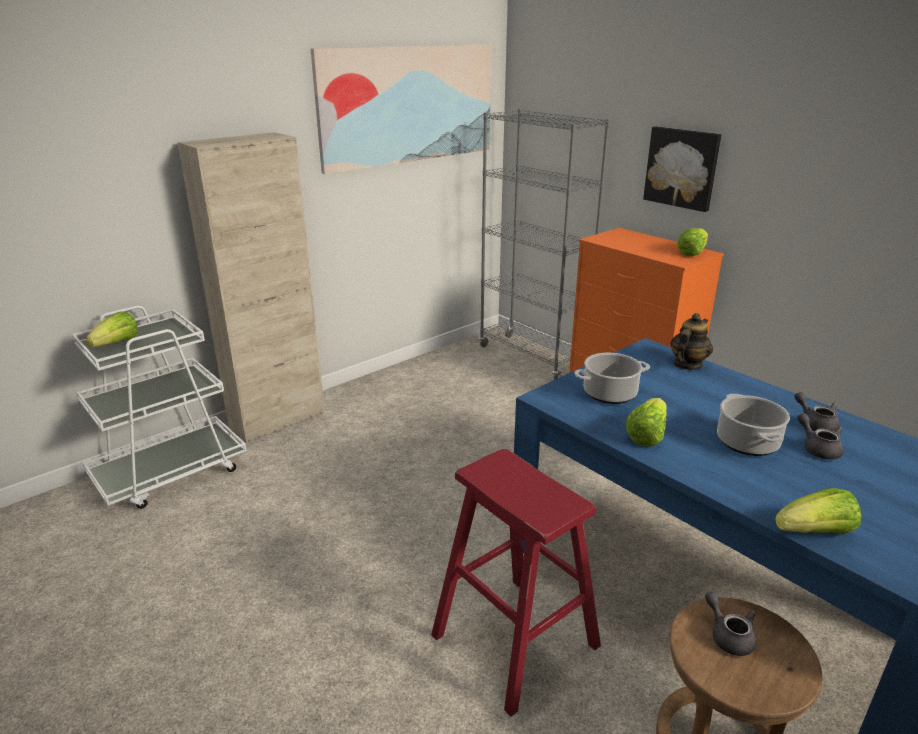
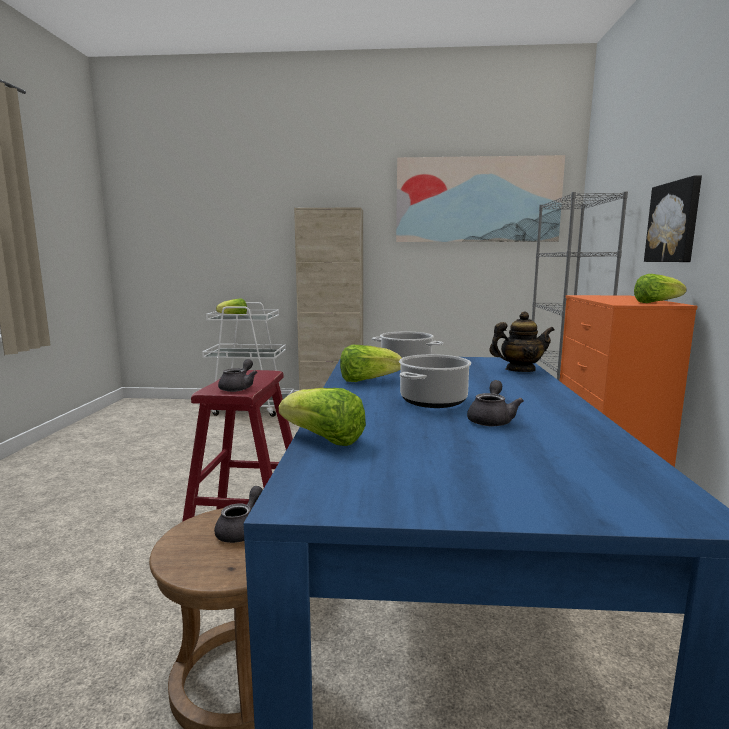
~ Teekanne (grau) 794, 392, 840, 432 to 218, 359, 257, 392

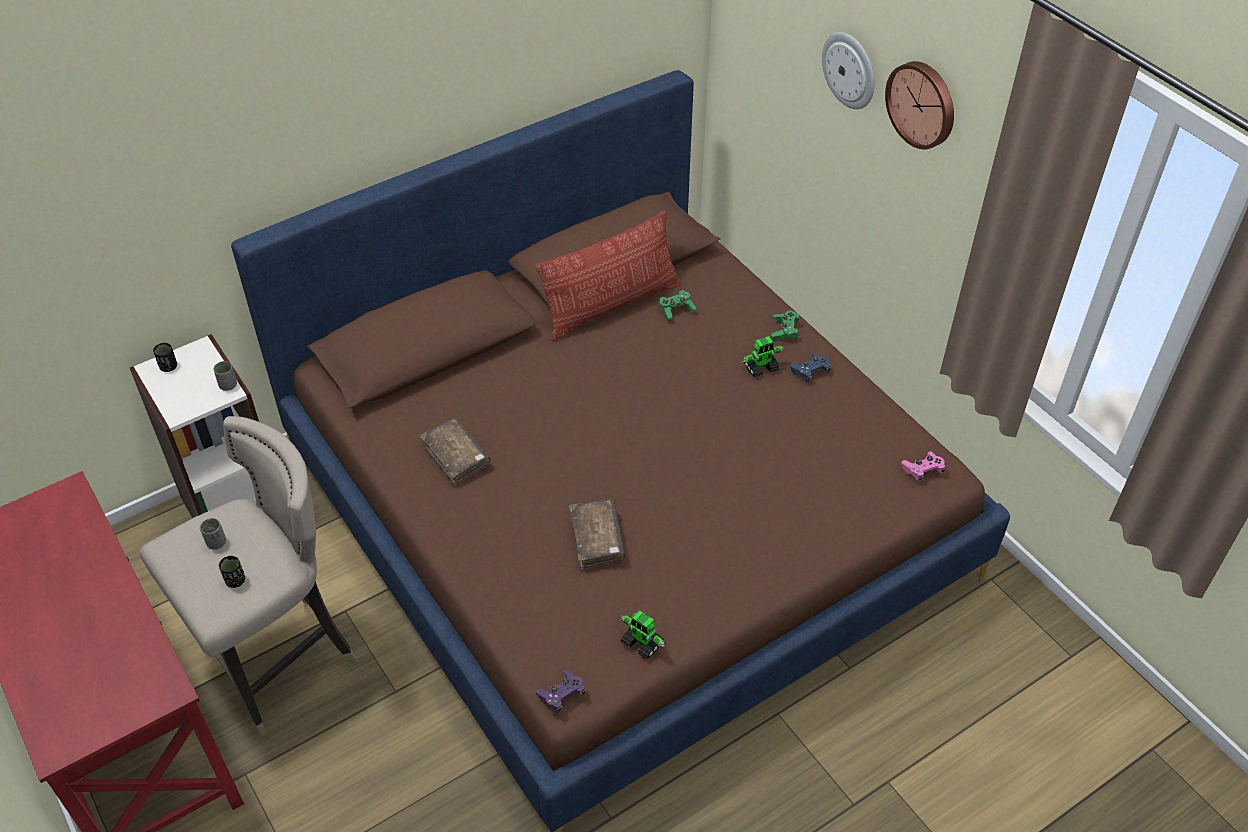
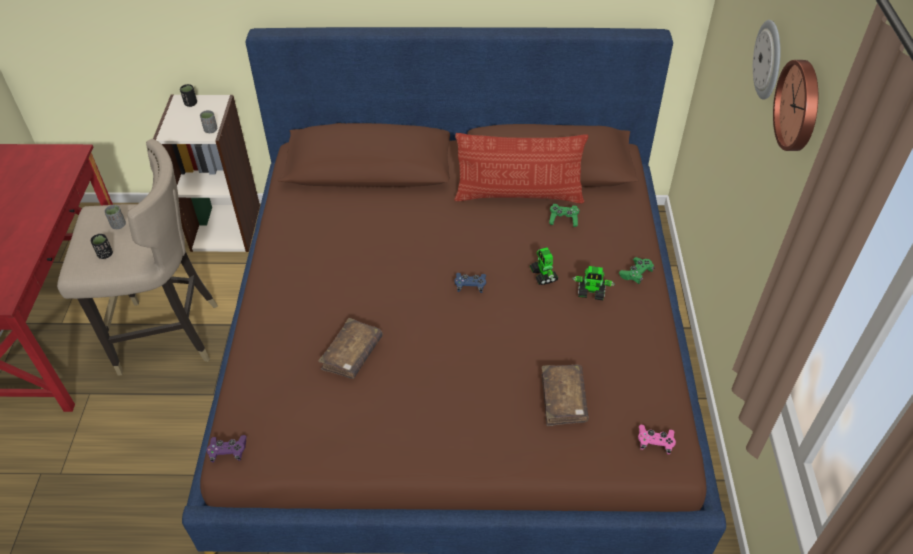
~ Gamepad (blau) 789, 354, 831, 382 to 454, 273, 486, 293
~ Buch (braun) 420, 418, 491, 487 to 541, 365, 589, 426
~ Spielzeugroboter 621, 610, 665, 659 to 530, 247, 559, 285

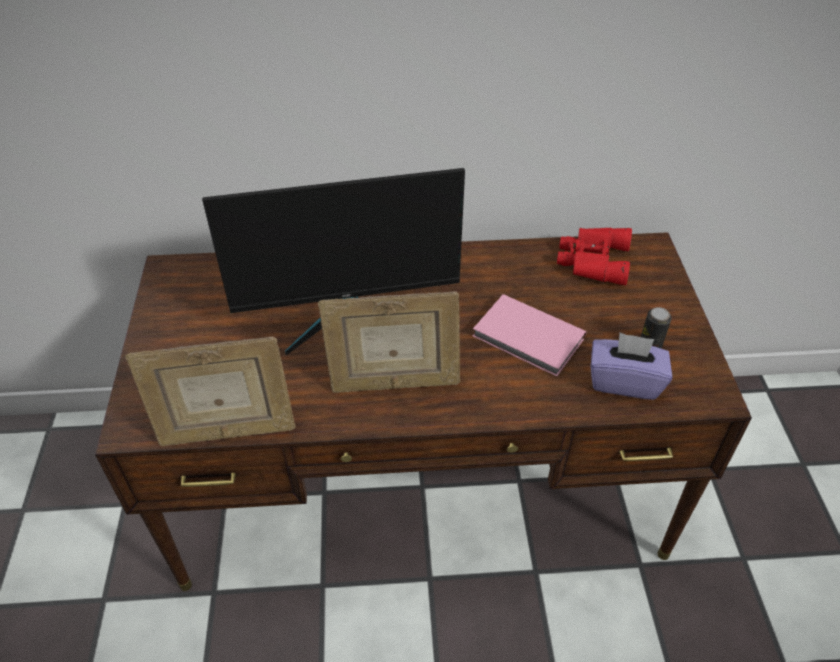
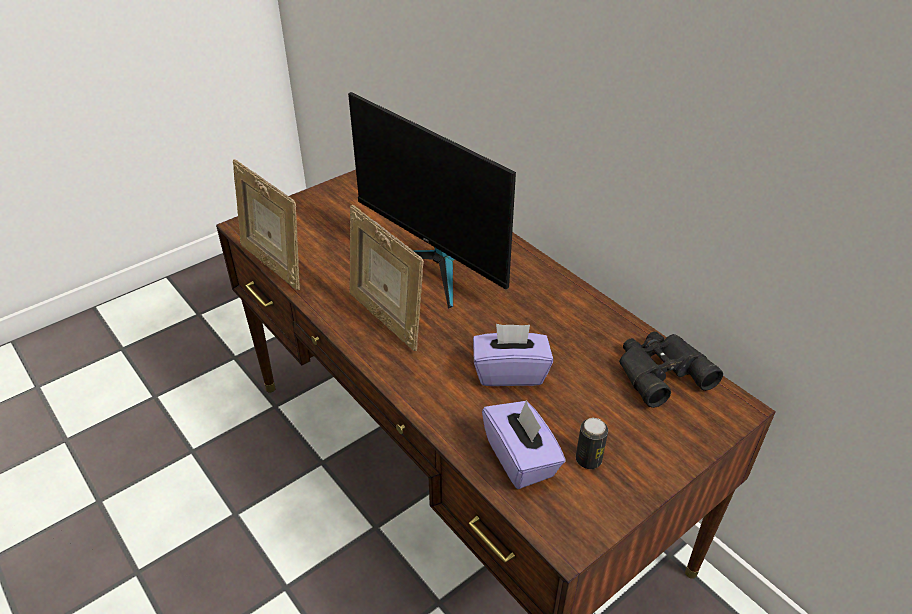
~ Fernglas (rot) 557, 228, 632, 285 to Fernglas (schwarz) 619, 332, 723, 408
~ Buch (rosa) 473, 294, 587, 377 to Taschentuchbox (lila) 473, 324, 553, 386

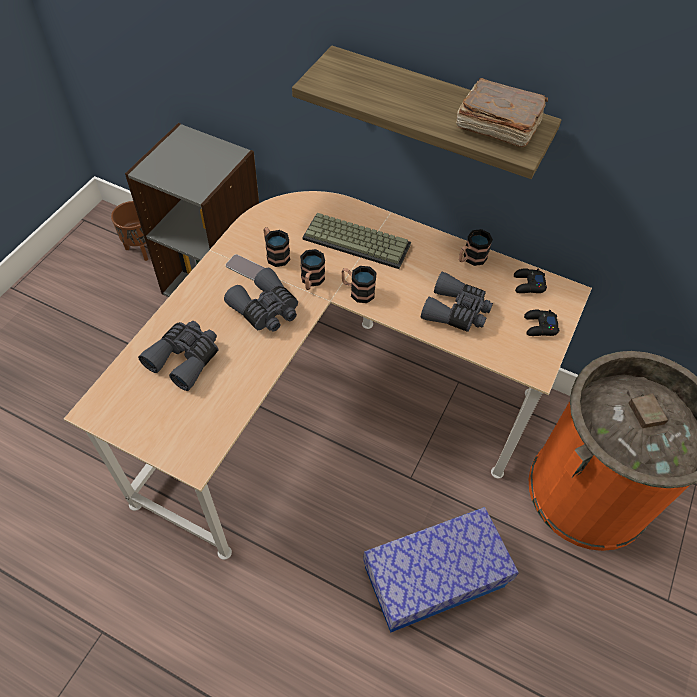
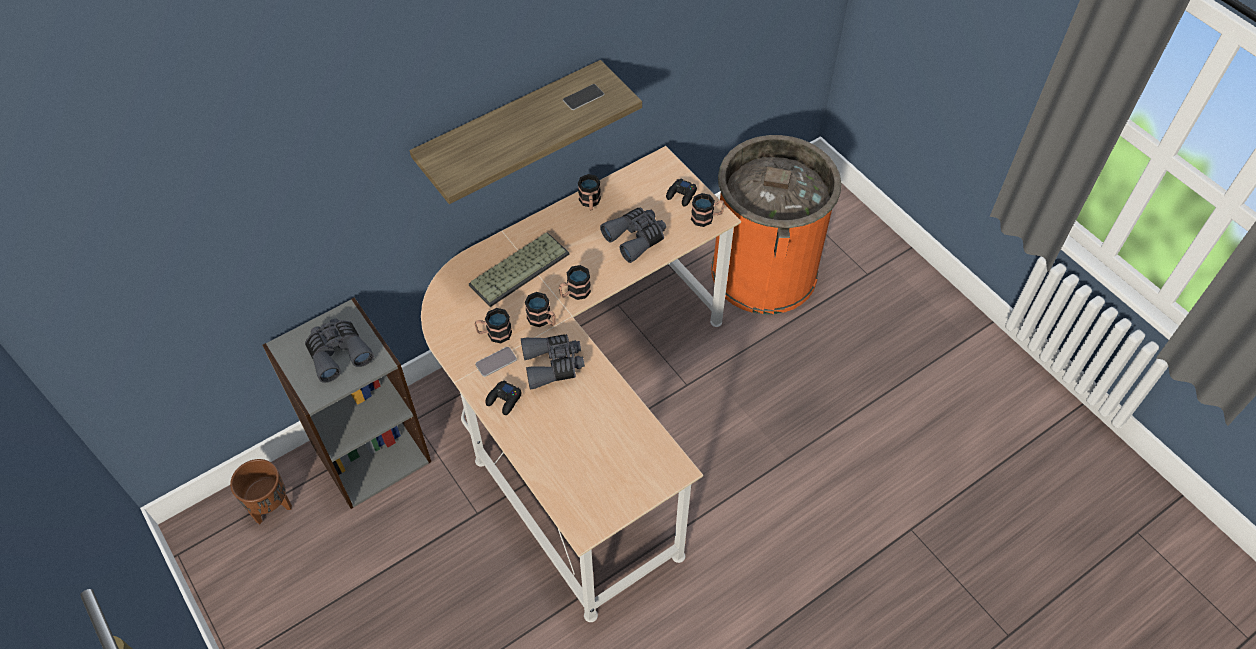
~ Buch (braun) 456, 78, 548, 147 to Handy 563, 84, 604, 110
~ Gamepad (schwarz) 514, 268, 547, 293 to 485, 380, 521, 415
~ Fernglas (grau) 138, 321, 219, 391 to 305, 318, 374, 383
- Aufbewahrungsbox 363, 507, 519, 633
+ Henkelbecher 691, 193, 725, 227

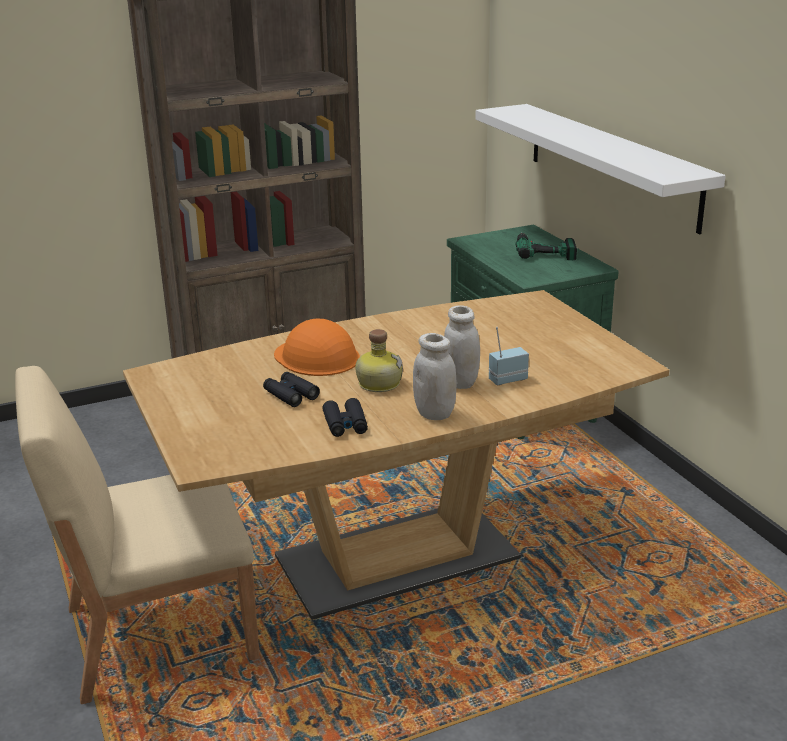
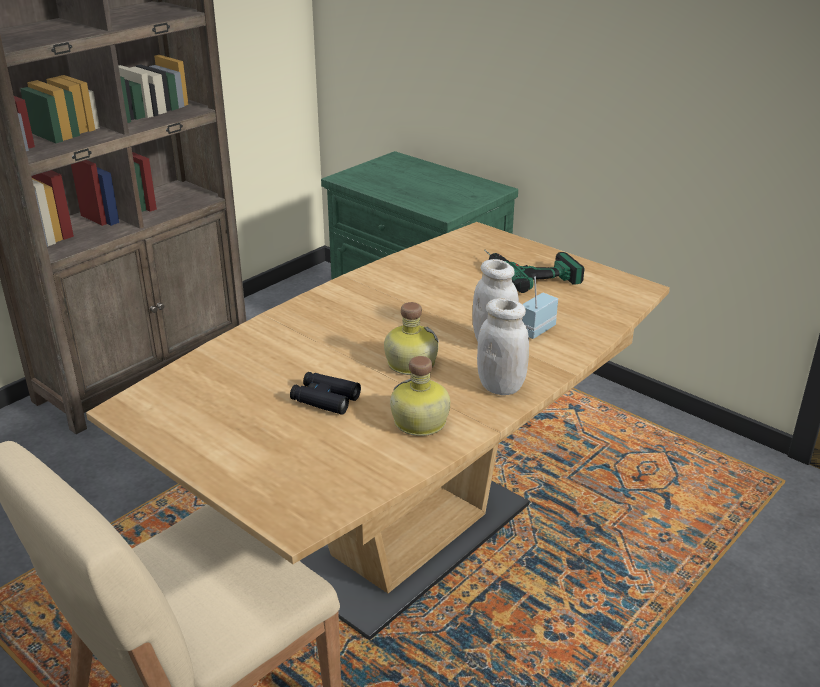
- Wandregal (weiß) 476, 104, 726, 234
~ Bohrmaschine 516, 232, 577, 260 to 484, 249, 585, 293
- Schutzhelm (orange) 274, 319, 360, 376
~ Fernglas (schwarz) 322, 398, 368, 437 to Flasche 390, 356, 450, 436

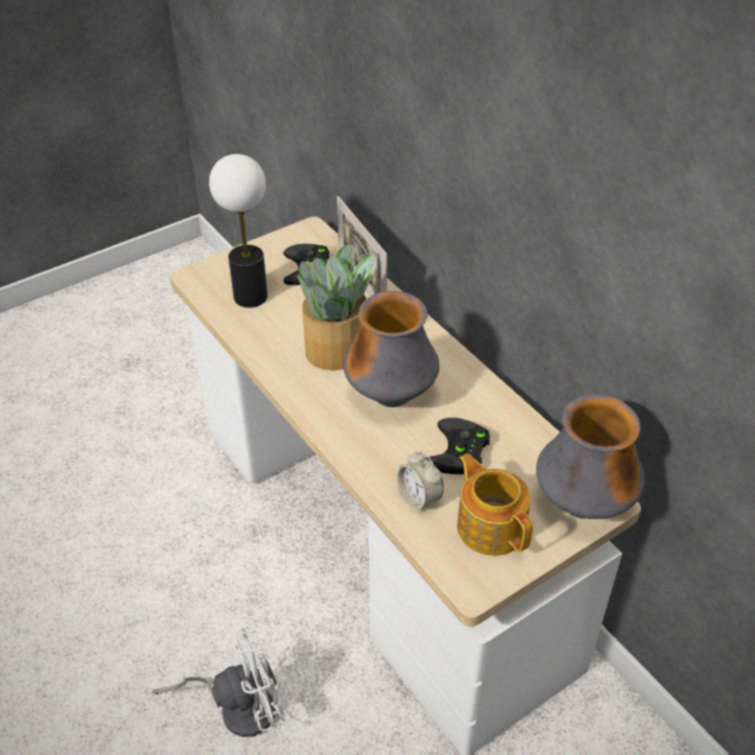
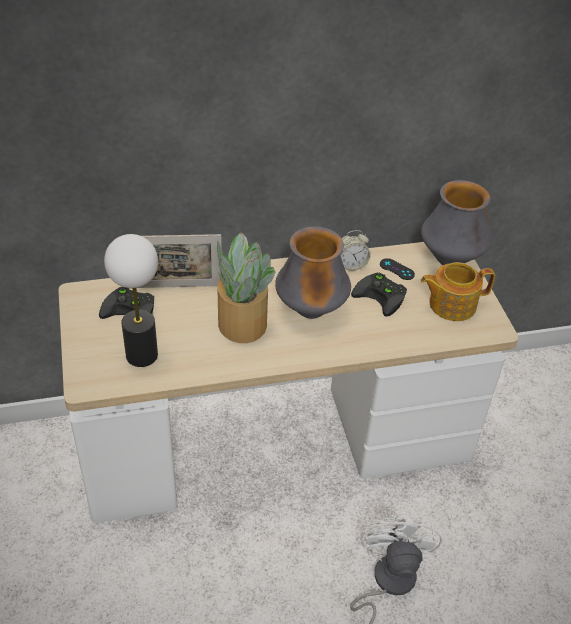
~ Wecker 397, 451, 444, 512 to 340, 230, 371, 271
+ Gamepad (schwarz) 380, 258, 415, 280

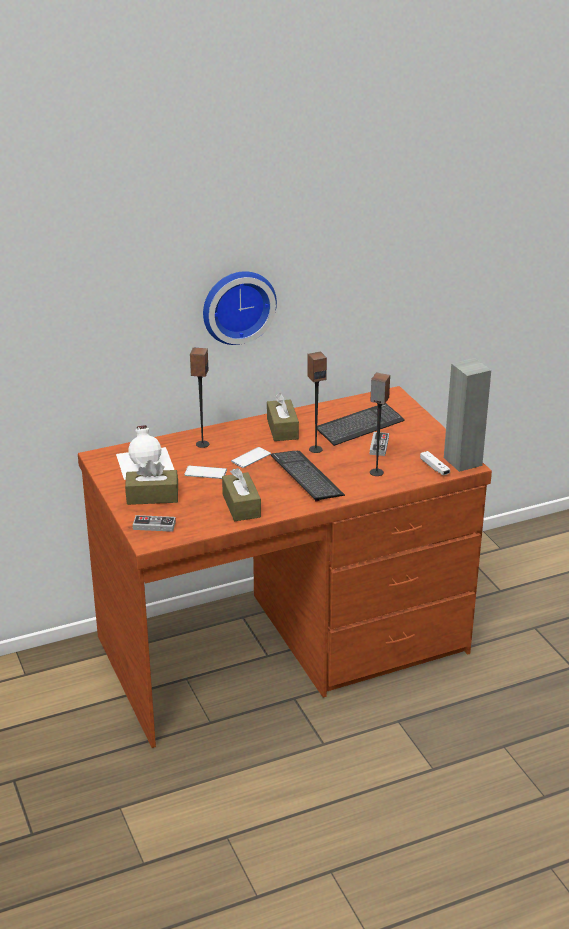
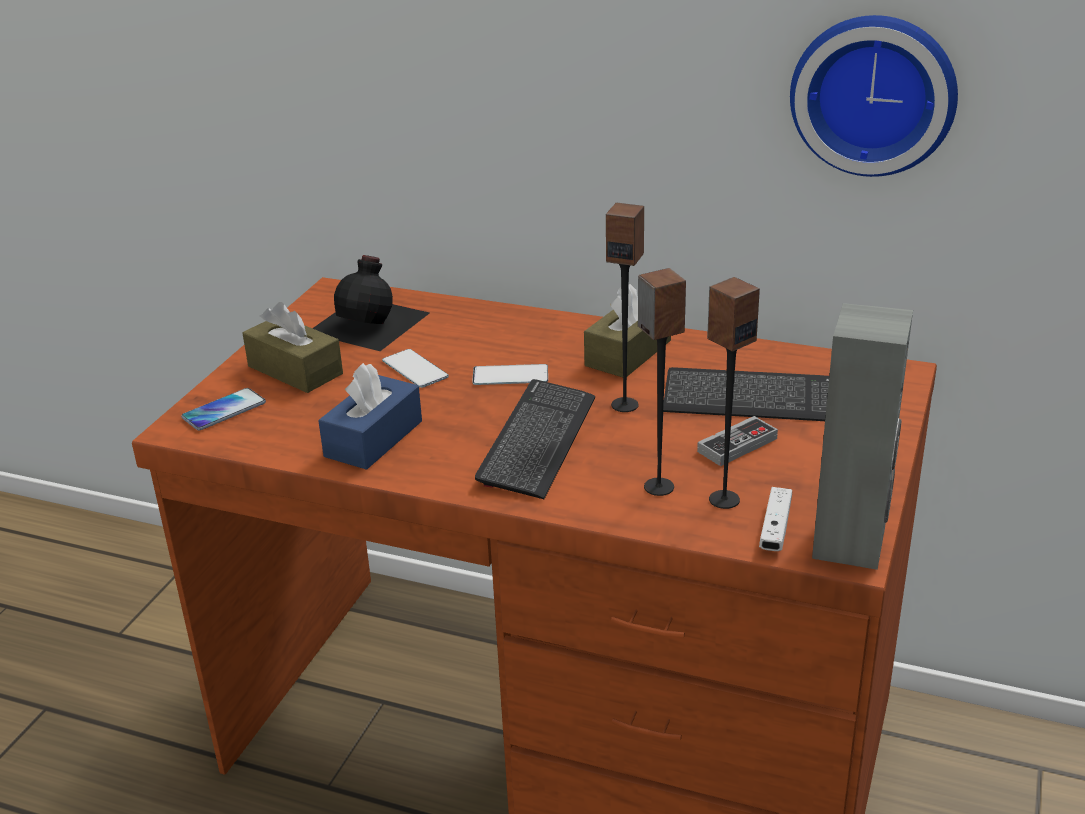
~ Wanduhr 203, 271, 277, 345 to 790, 15, 958, 177
~ Lautsprecher 190, 348, 209, 448 to 707, 277, 760, 509
~ Flasche (weiß) 116, 425, 174, 480 to Flasche (schwarz) 312, 255, 430, 351
~ Taschentuchbox (braun) 222, 468, 261, 521 to Taschentuchbox (blau) 318, 363, 422, 470
~ Gamepad 133, 515, 176, 532 to Handy 181, 388, 266, 430

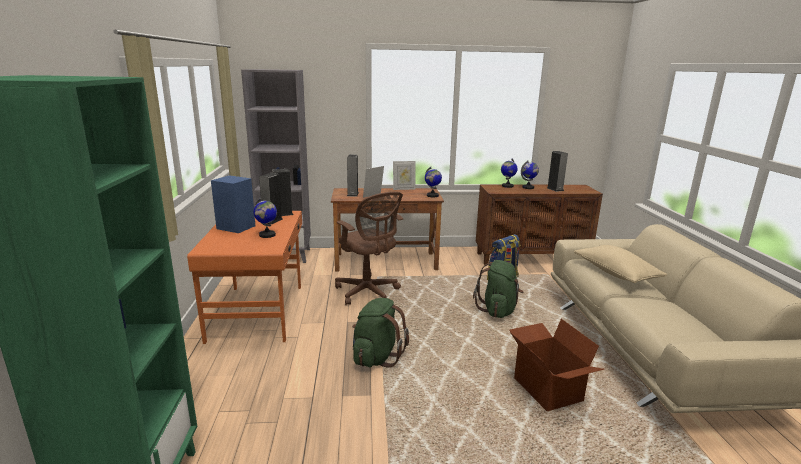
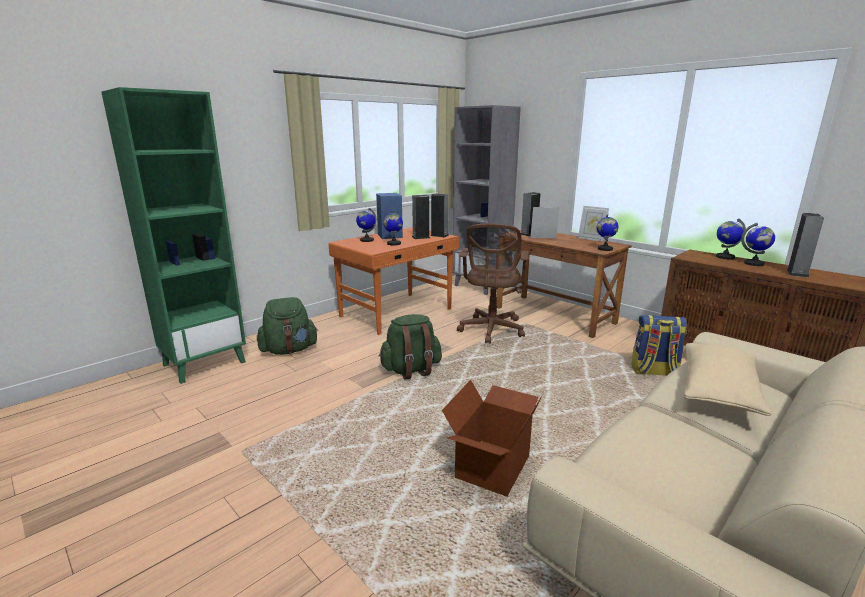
~ Rucksack (grün) 473, 260, 523, 318 to 257, 297, 318, 355
+ Globus 356, 208, 376, 242

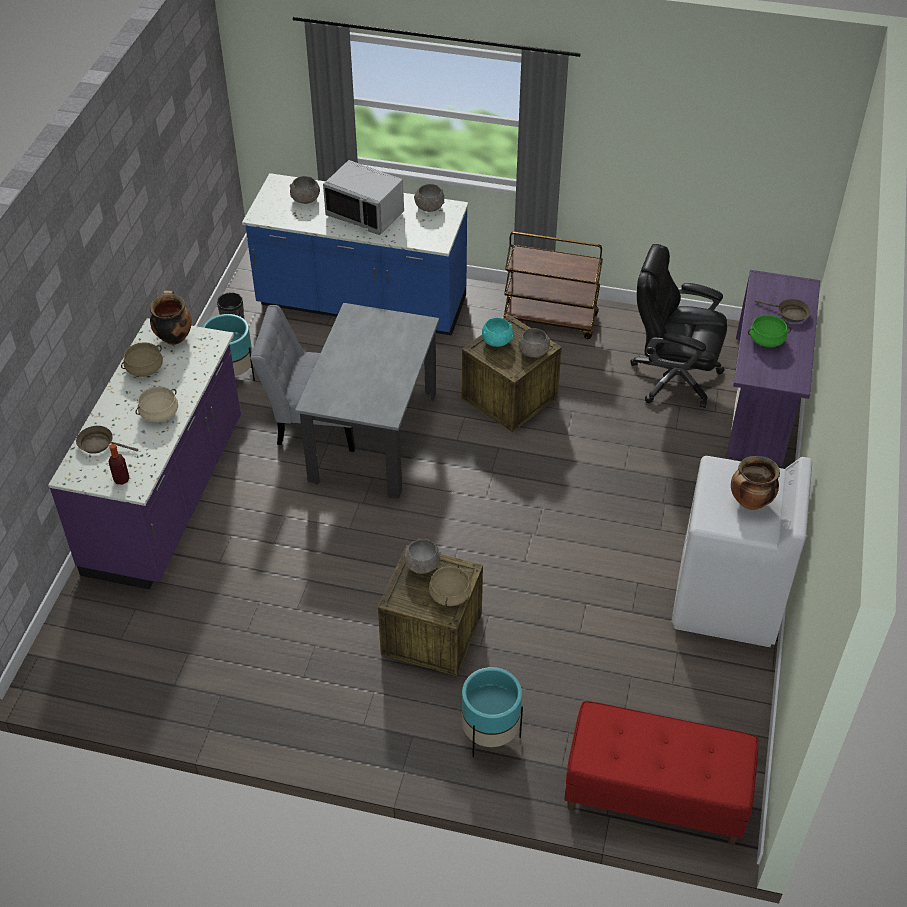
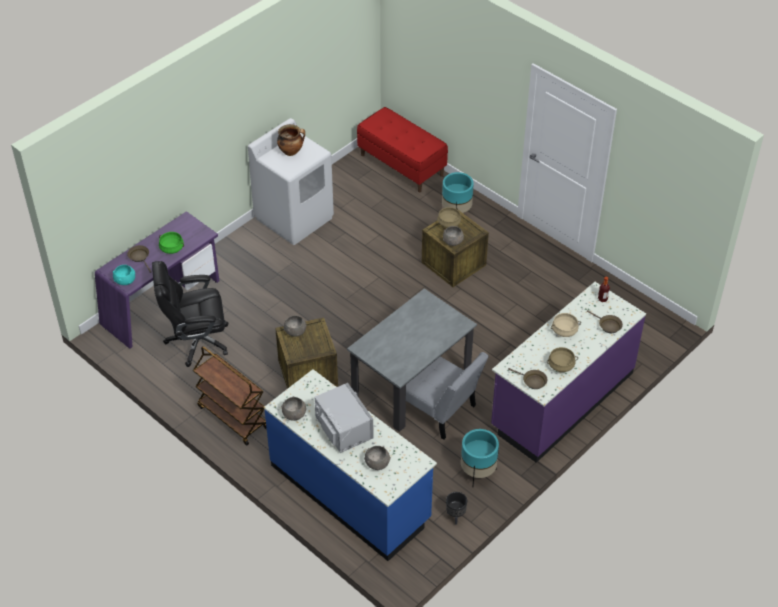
~ Bürostuhl (schwarz) 631, 244, 727, 408 = 152, 261, 228, 367 120 degrees clockwise
~ Kochtopf 150, 290, 192, 345 to Pfanne (braun) 508, 368, 547, 389
~ Schüssel (türkis) 482, 318, 513, 347 to 113, 265, 135, 285

